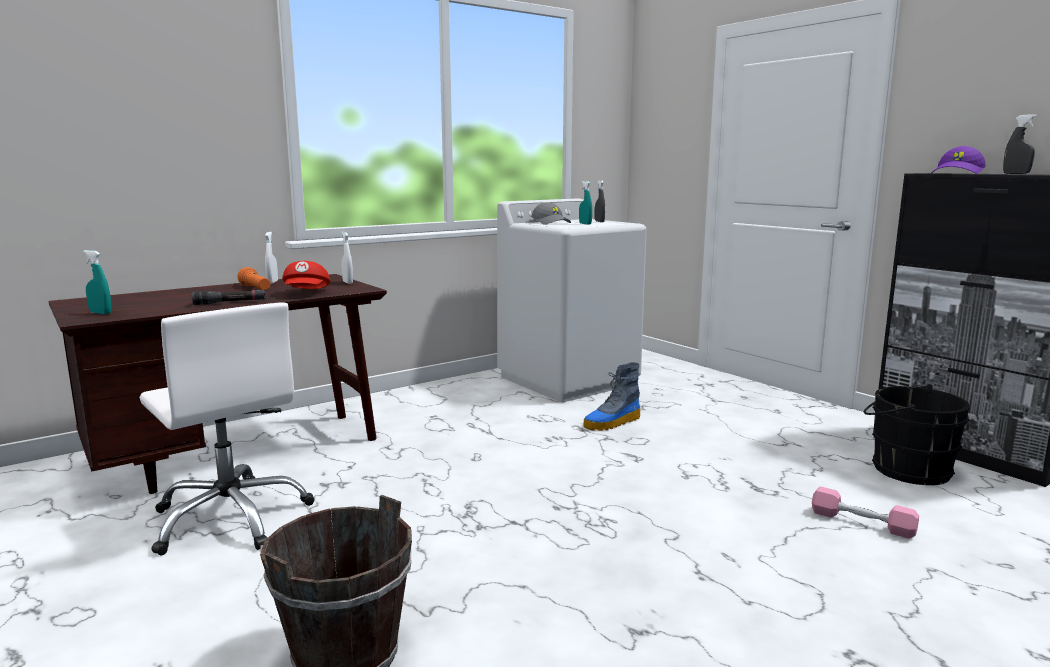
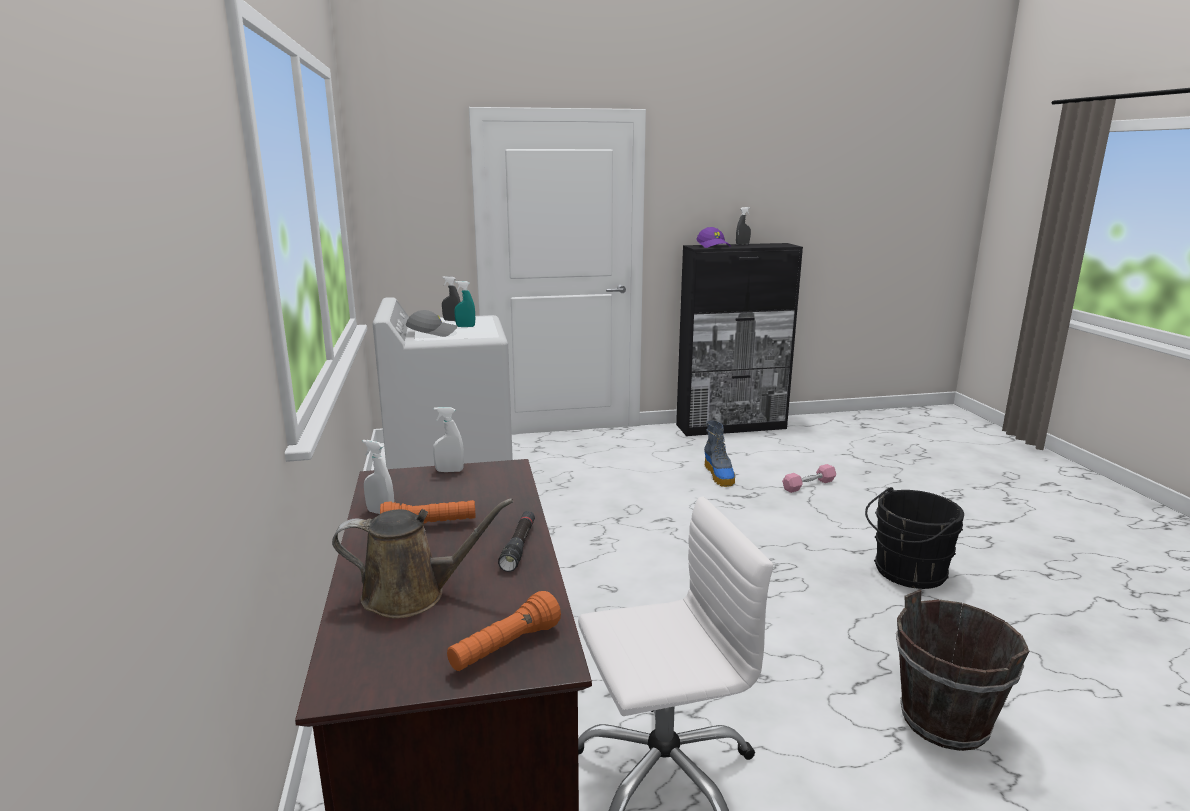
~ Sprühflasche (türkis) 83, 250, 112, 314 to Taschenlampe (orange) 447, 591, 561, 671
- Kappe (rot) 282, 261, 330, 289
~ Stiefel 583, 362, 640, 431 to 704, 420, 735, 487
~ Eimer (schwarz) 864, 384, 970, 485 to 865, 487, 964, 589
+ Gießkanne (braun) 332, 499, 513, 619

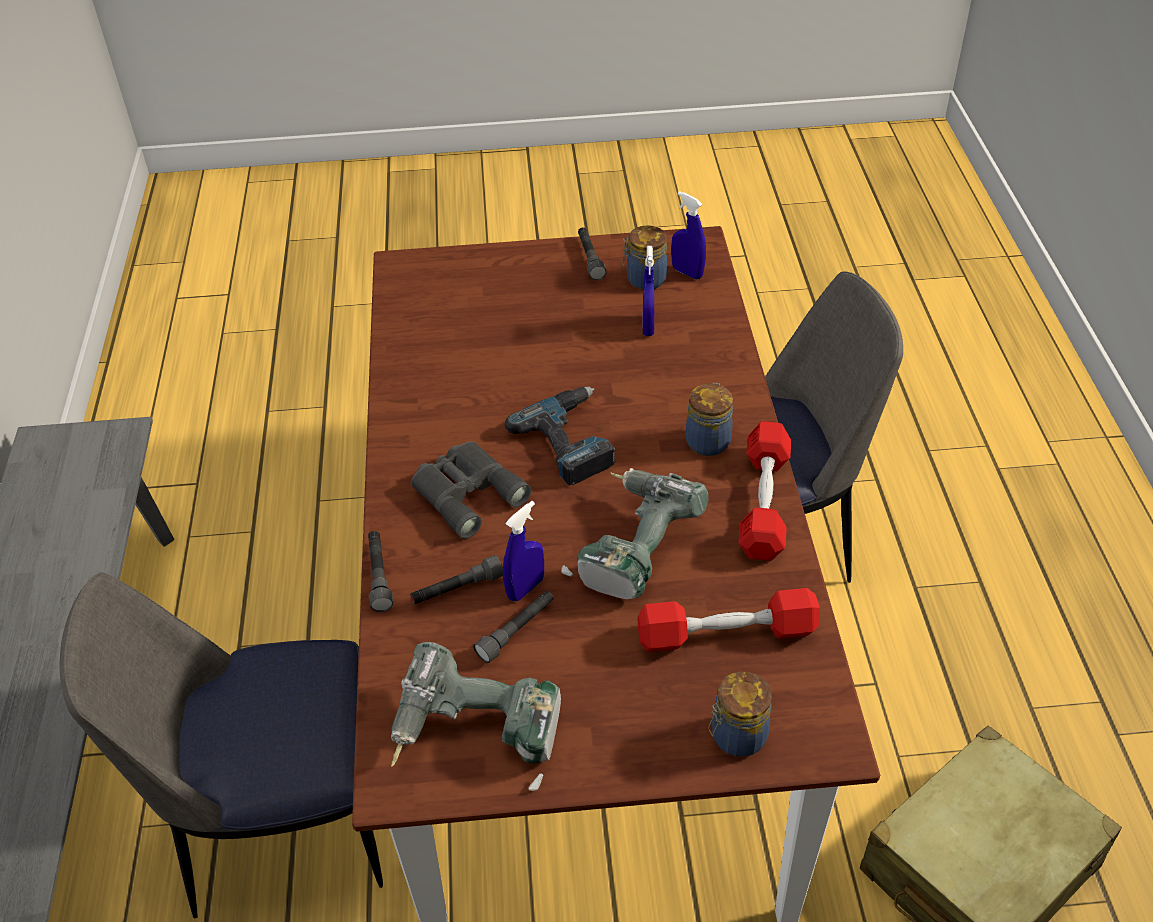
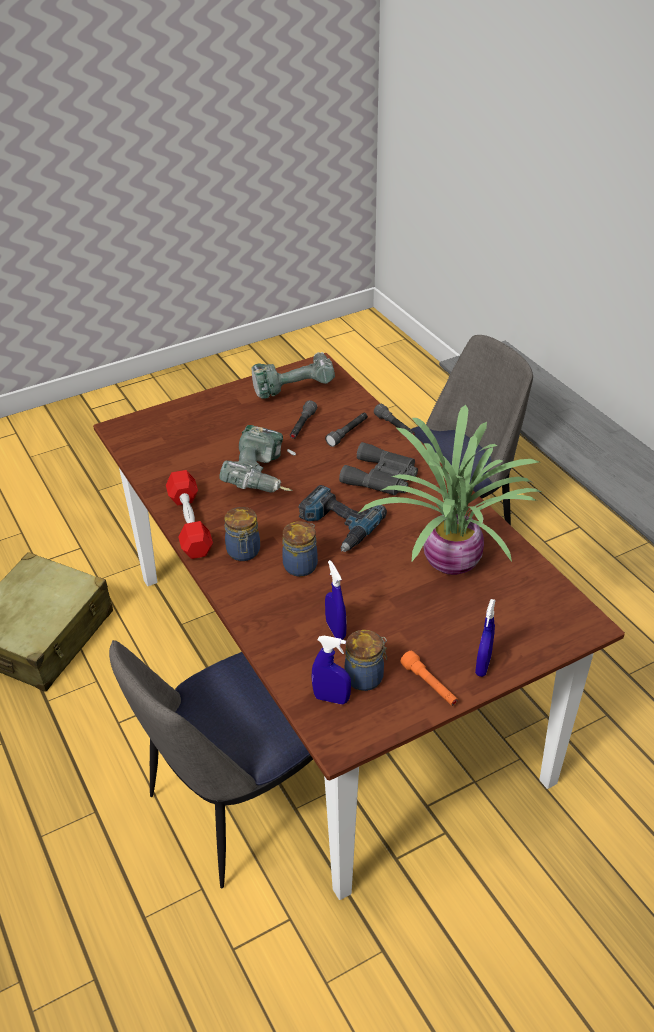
~ Taschenlampe (grau) 578, 227, 607, 280 to Taschenlampe (orange) 400, 651, 458, 706
~ Sprühflasche (blau) 503, 501, 544, 601 to 475, 599, 496, 677
- Hantel (rot) 637, 588, 820, 652
~ Vorratsglas 708, 672, 772, 757 to 282, 521, 318, 577
+ Topfpflanze 359, 405, 542, 575

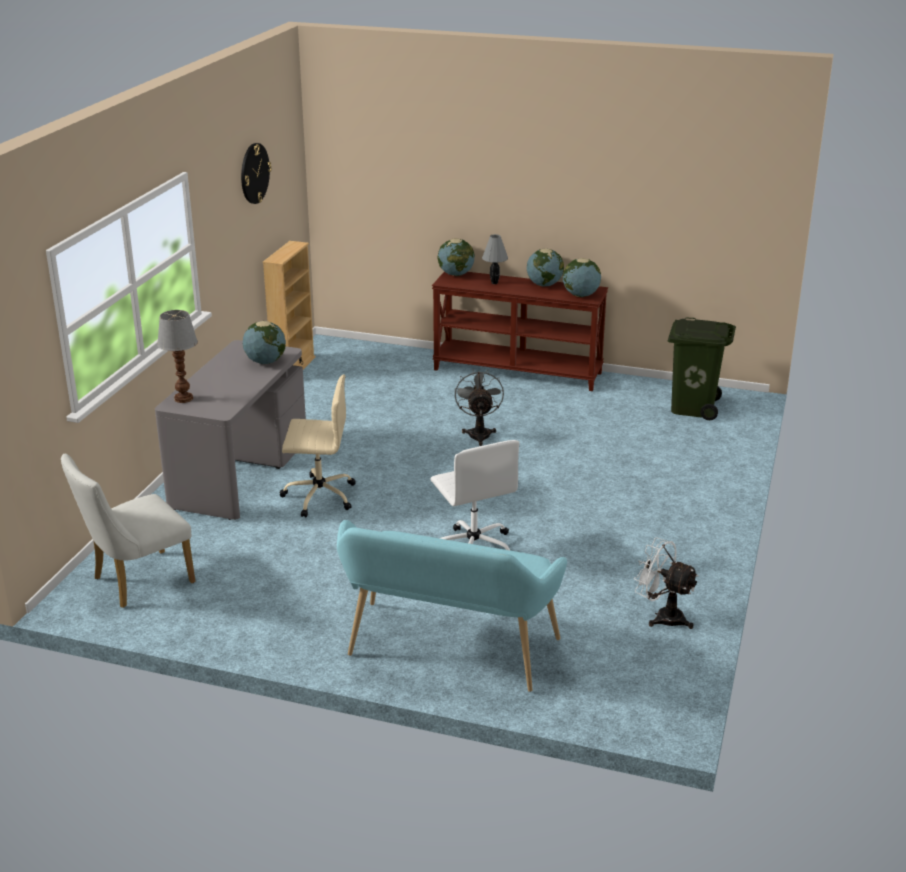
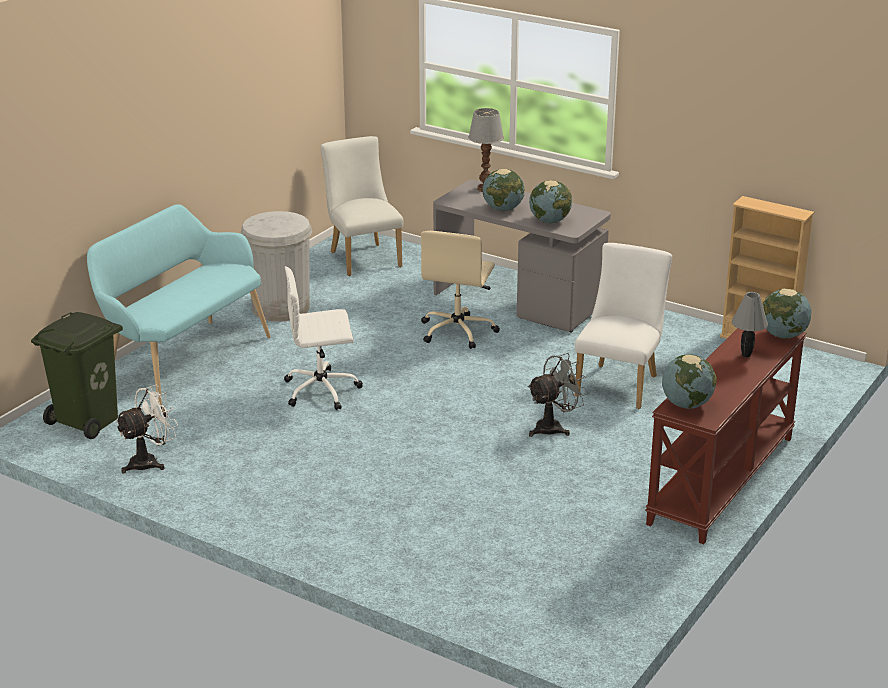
- Wanduhr 241, 143, 272, 204
~ Globus 527, 249, 564, 287 to 483, 169, 525, 211
~ Mülleimer (grün) 668, 318, 736, 420 to 31, 312, 123, 439
~ Ventilator (grau) 455, 369, 504, 446 = 528, 353, 588, 437 45 degrees counterclockwise
+ Mülleimer (weiß) 241, 211, 312, 322
+ Stuhl (weiß) 575, 243, 672, 409

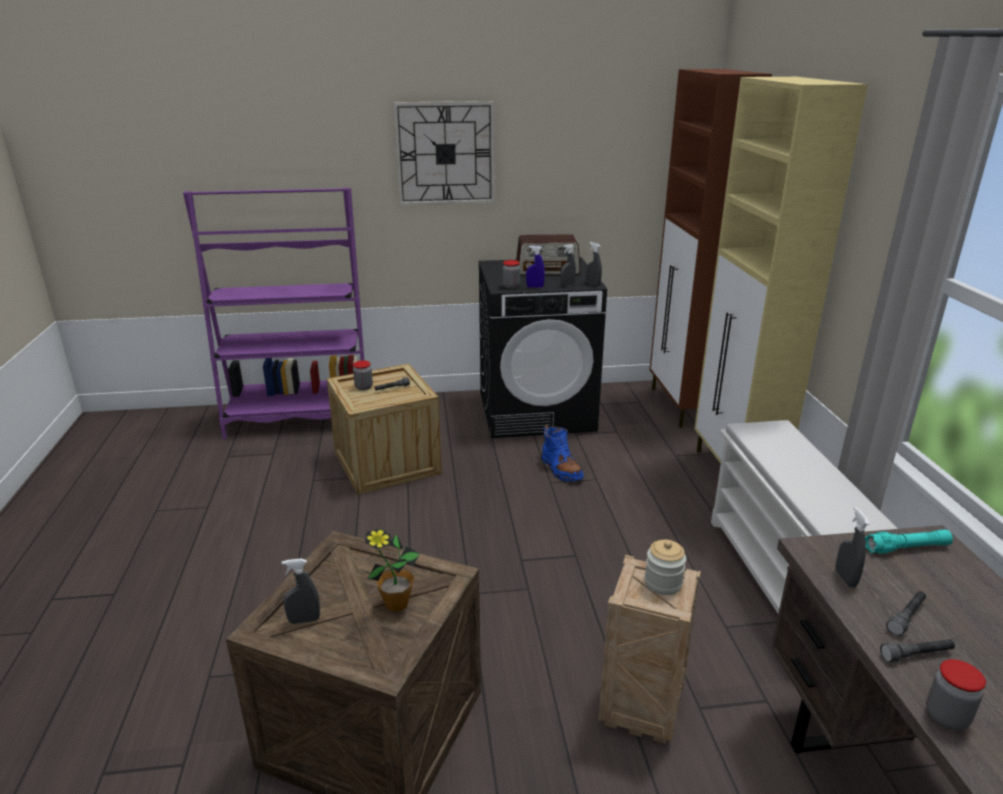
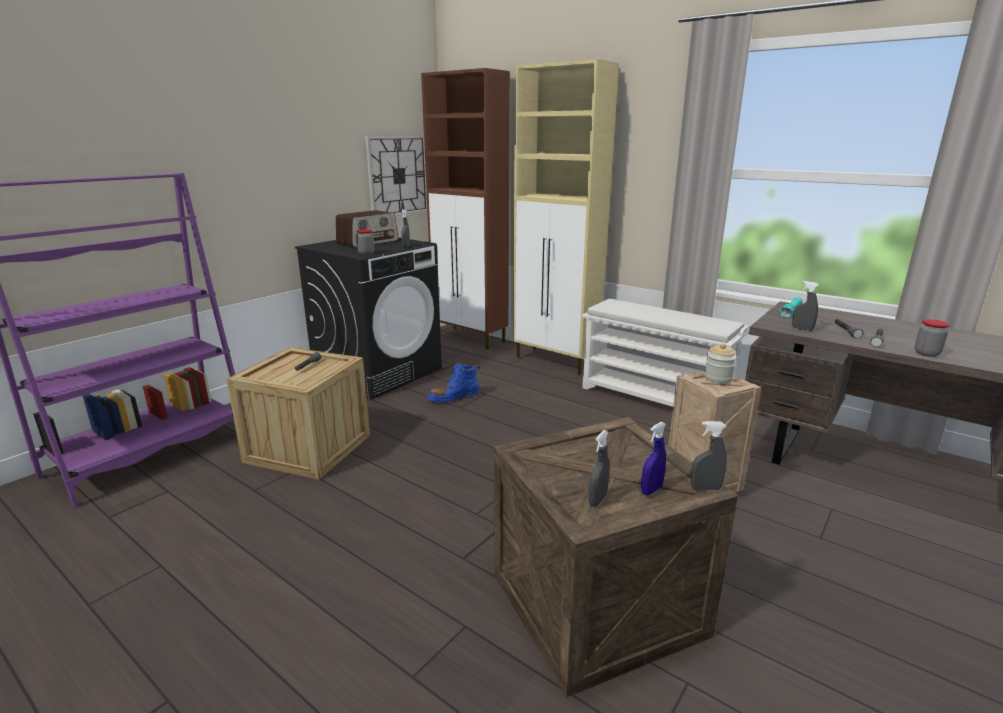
~ Wanduhr 393, 101, 495, 205 to 365, 135, 427, 216
~ Sprühflasche (grau) 586, 242, 602, 286 to 691, 421, 727, 490
~ Sprühflasche (blau) 526, 246, 545, 288 to 641, 422, 666, 495
- Vorratsglas 353, 360, 373, 390
~ Stiefel (blau) 542, 425, 584, 481 = 427, 362, 480, 403 135 degrees clockwise
- Topfpflanze 365, 528, 420, 612

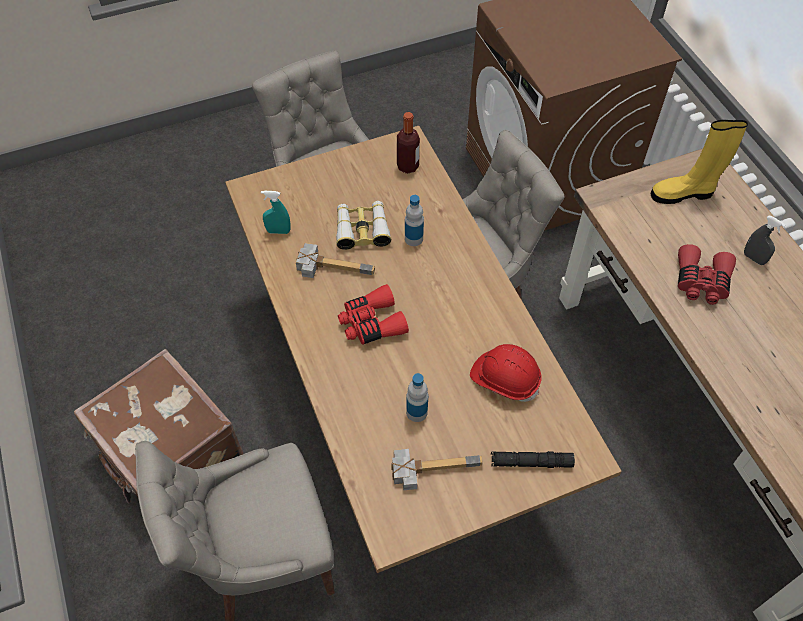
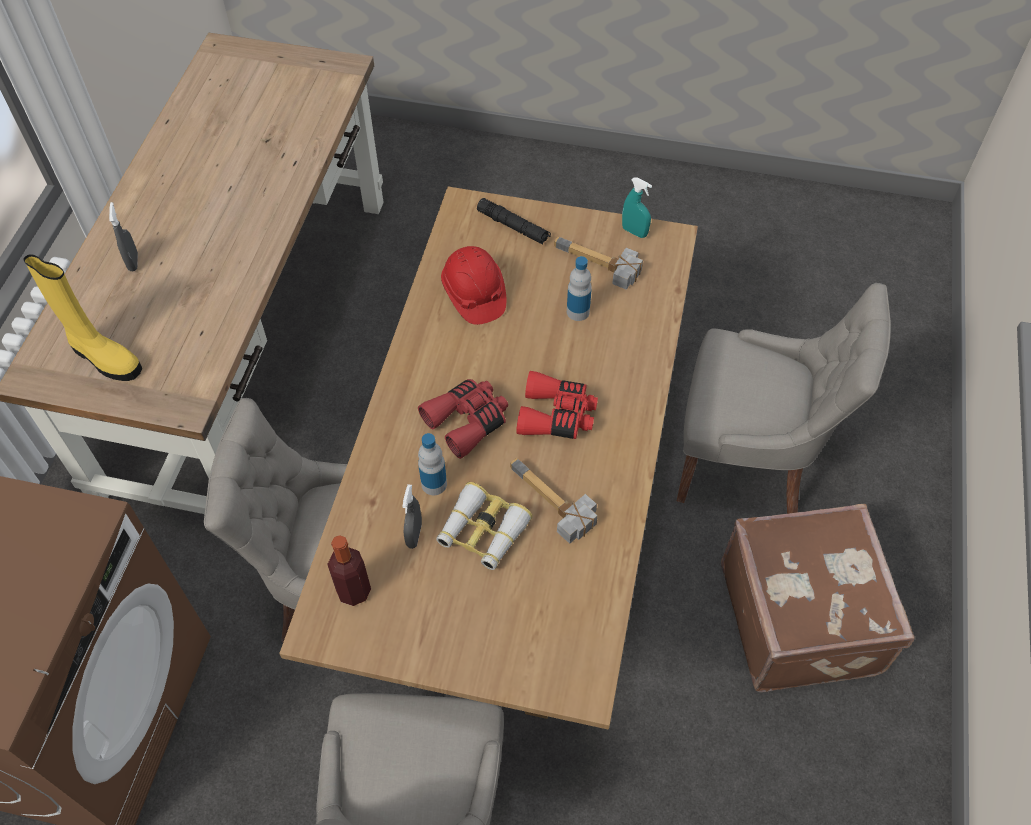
~ Sprühflasche (türkis) 261, 191, 291, 234 to 622, 177, 652, 238
~ Fernglas (rot) 678, 244, 736, 305 to 418, 379, 508, 459
+ Sprühflasche (grau) 402, 484, 422, 549

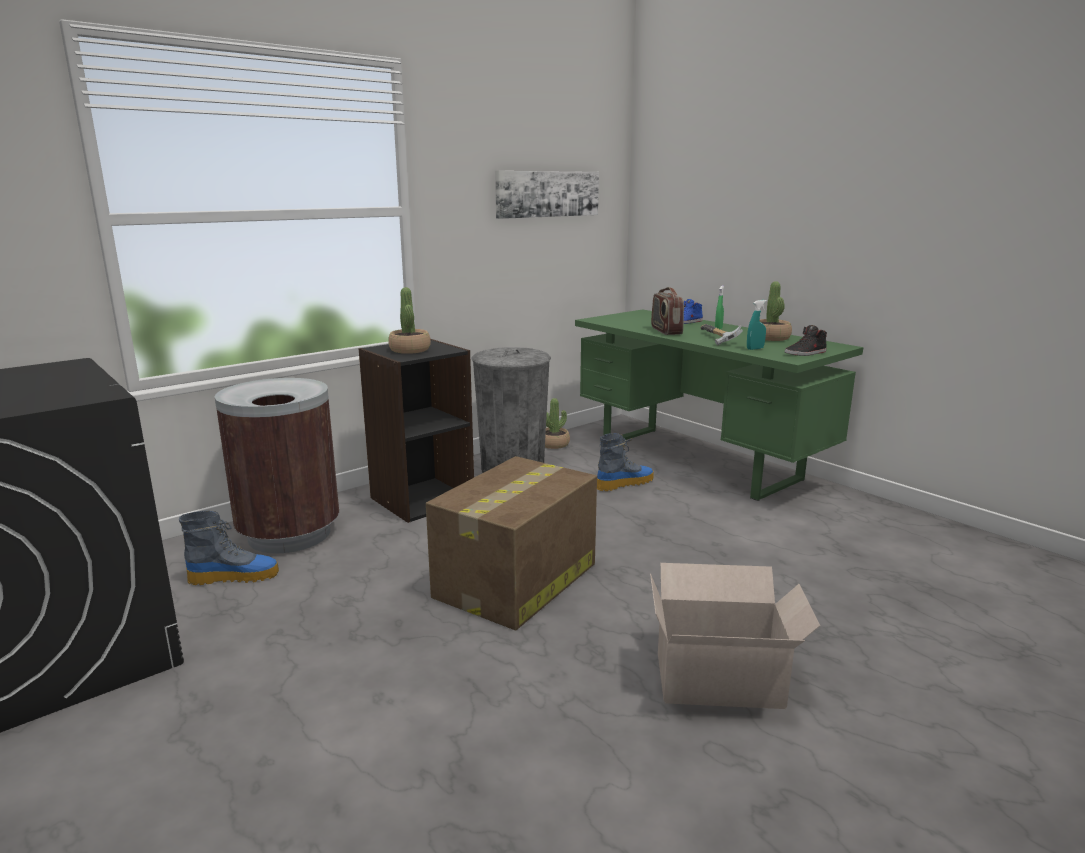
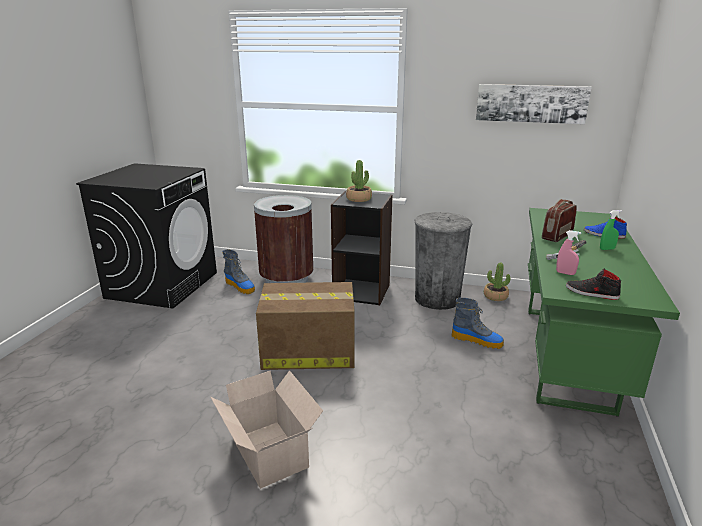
- Topfpflanze 759, 281, 792, 341
~ Sprühflasche (türkis) 747, 300, 767, 350 to Sprühflasche (rosa) 556, 230, 581, 275

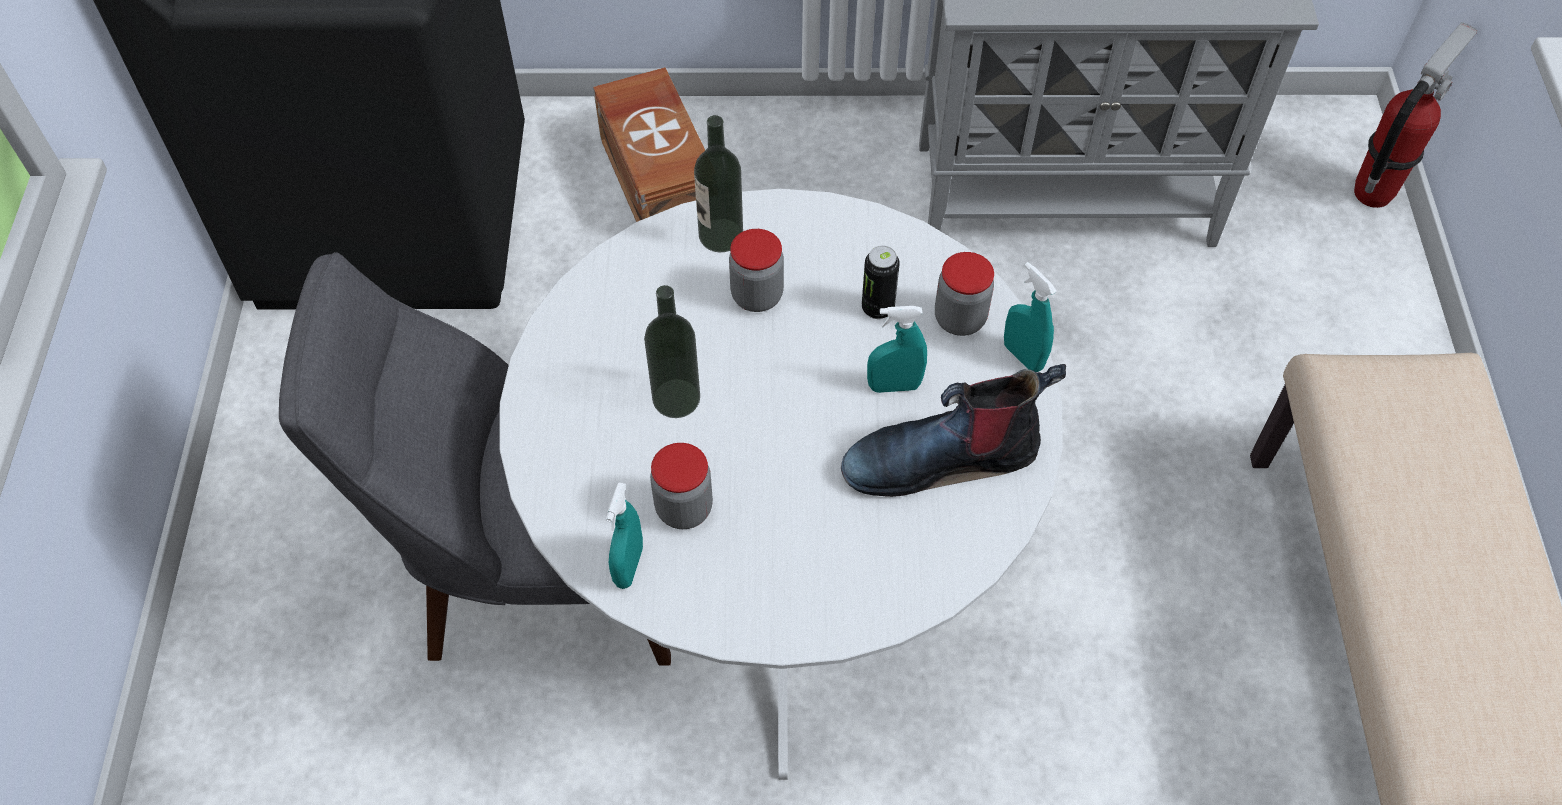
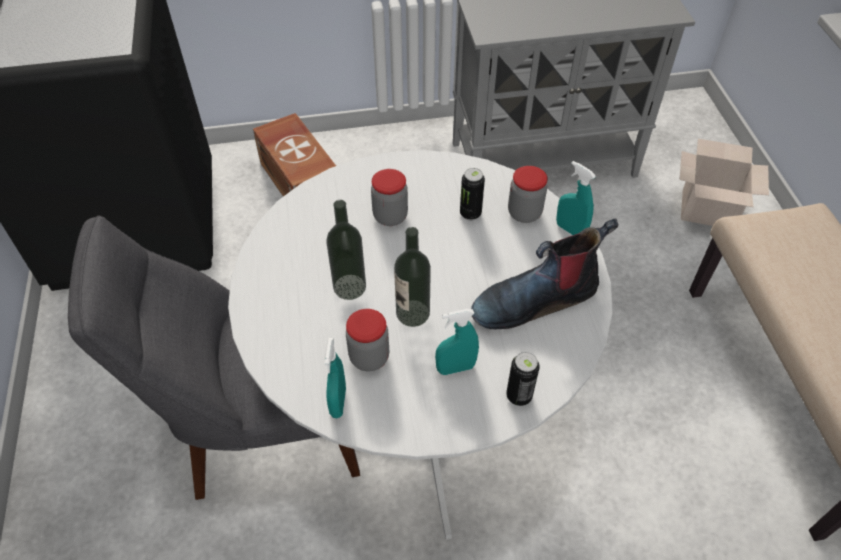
- Feuerlöscher 1354, 22, 1478, 208
~ Flasche 694, 115, 743, 252 to 394, 227, 431, 327
~ Sprühflasche (türkis) 867, 306, 927, 393 to 435, 309, 479, 375
+ Karton 680, 139, 769, 226
+ Dose 506, 352, 540, 406

